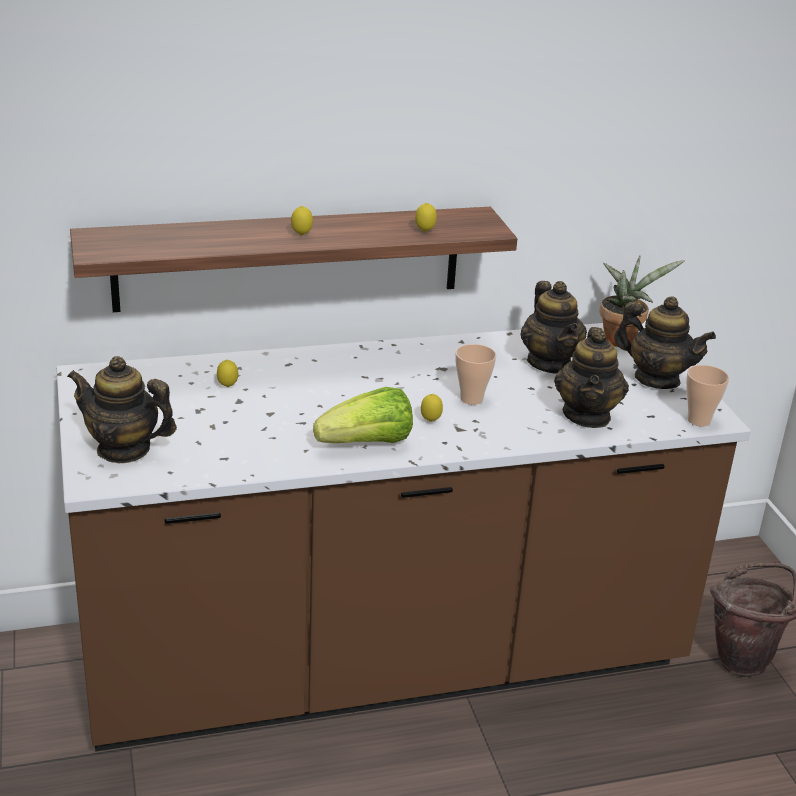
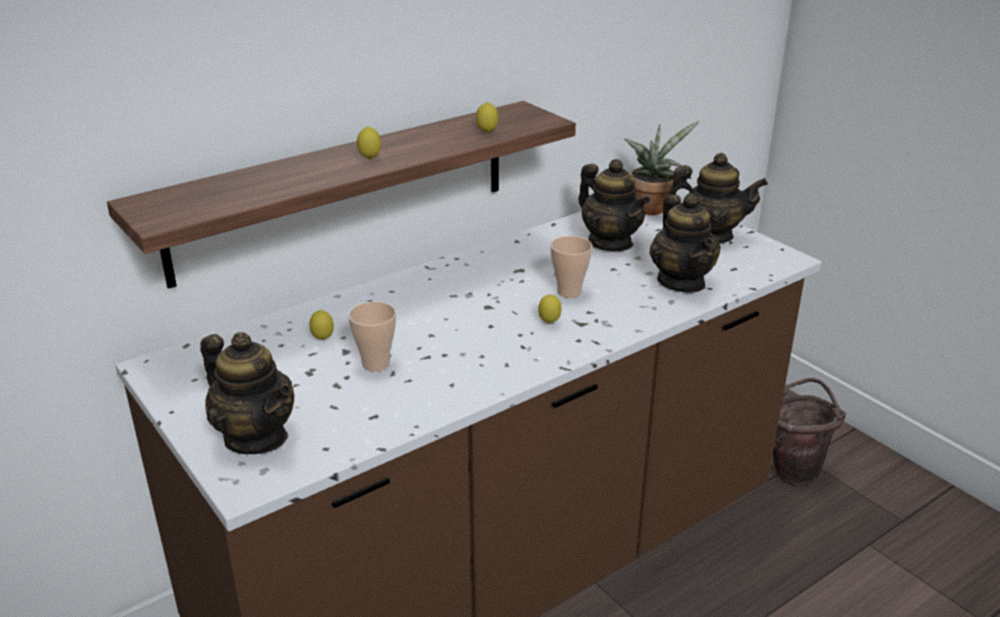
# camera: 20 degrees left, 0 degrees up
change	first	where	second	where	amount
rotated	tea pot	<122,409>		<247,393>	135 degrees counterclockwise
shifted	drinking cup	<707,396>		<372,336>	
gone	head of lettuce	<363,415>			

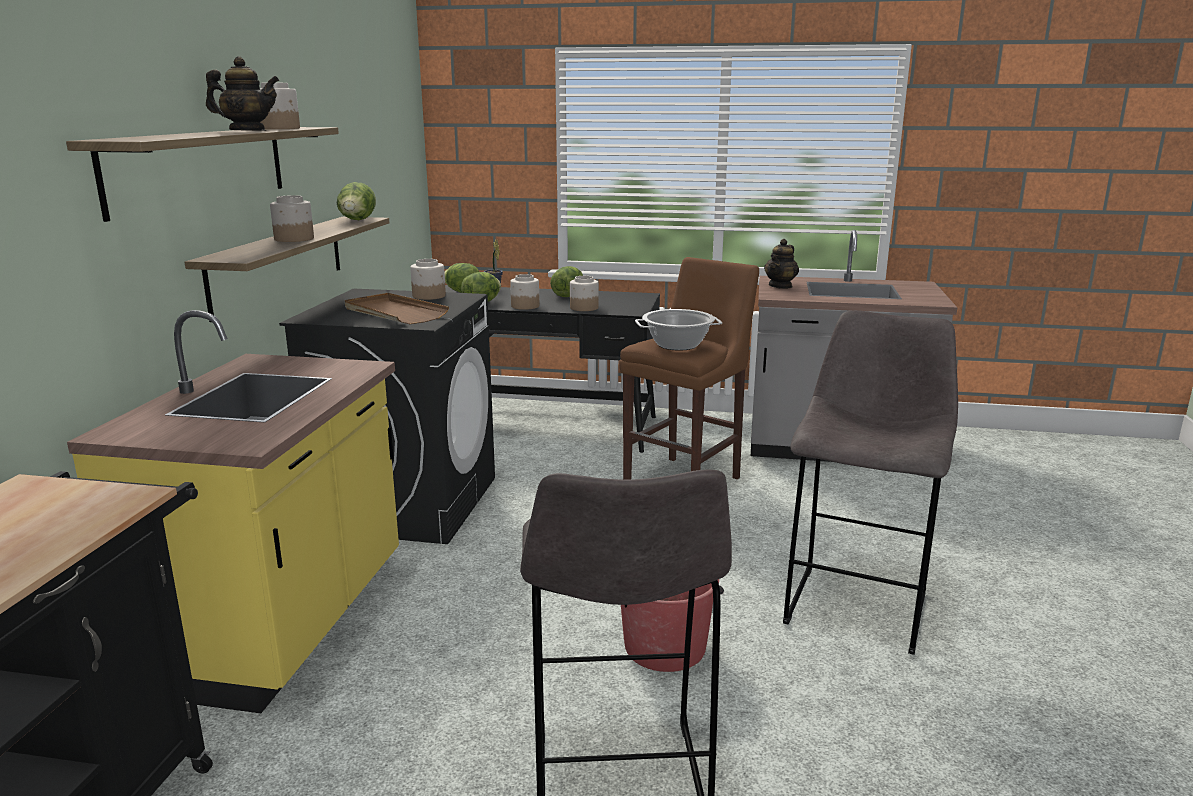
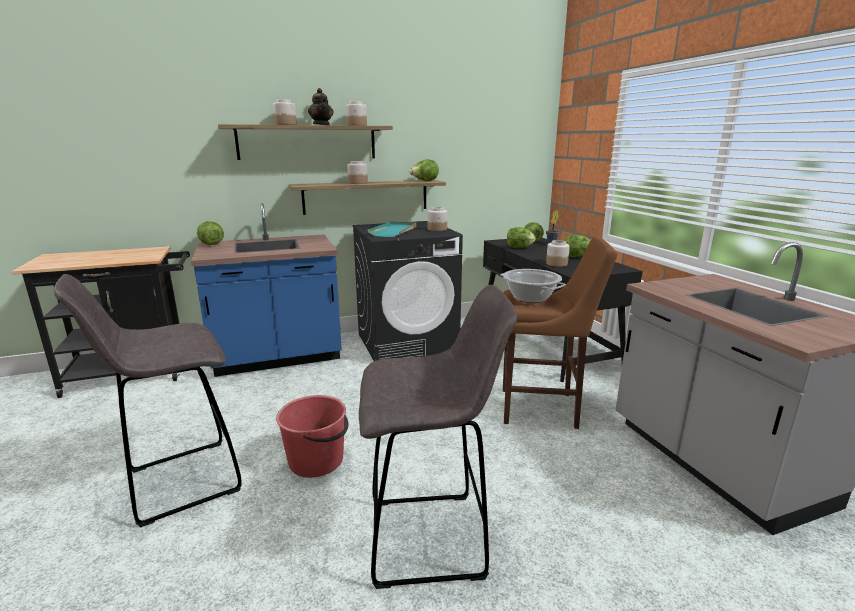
# camera: 60 degrees right, 0 degrees up
change	first	where	second	where	amount
gone	tea pot	<781,264>			
shifted	jar	<524,292>		<285,112>	
repainted	brown serving tray	<397,308>	turquoise-coloured serving tray	<391,229>	
repainted	yellow kitchen counter	<233,511>	blue-coloured kitchen counter	<266,290>	
new			head of lettuce	<210,233>	

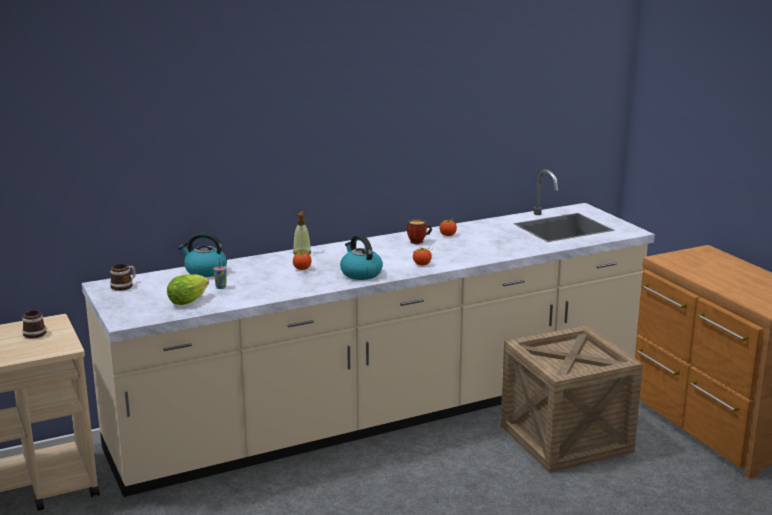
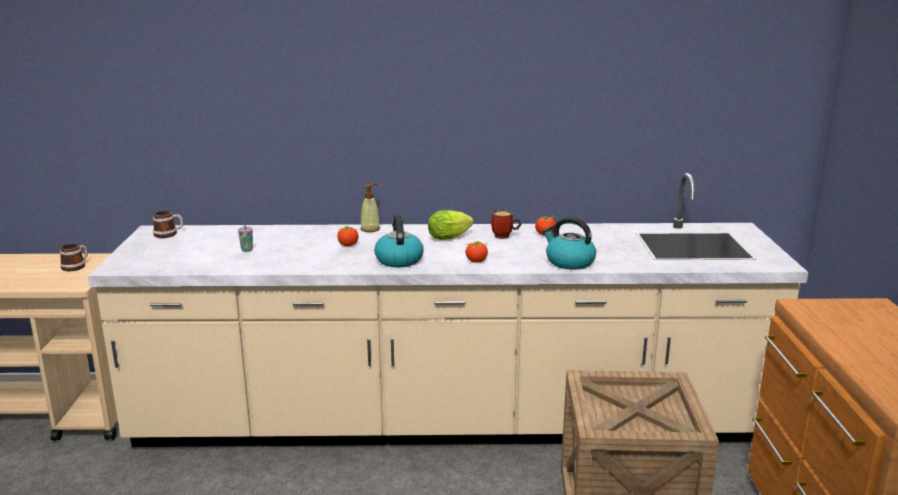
# camera: 25 degrees right, 0 degrees up
change	first	where	second	where	amount
shifted	water kettle	<202,255>		<569,243>	
shifted	head of lettuce	<188,289>		<451,225>	

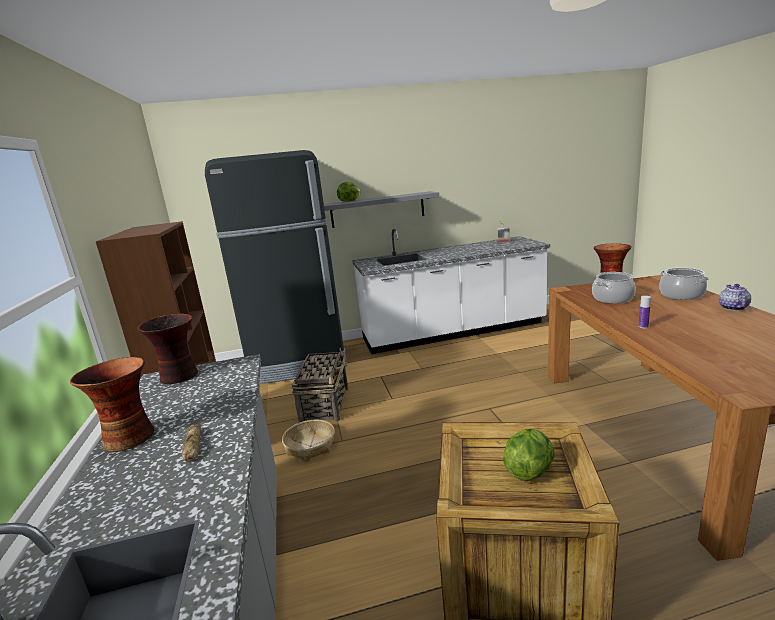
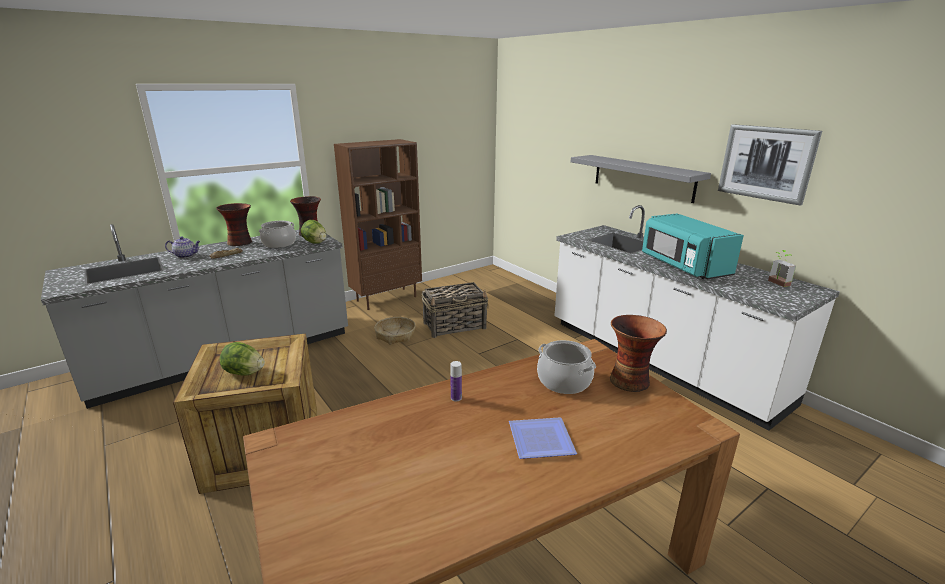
# camera: 65 degrees right, 5 degrees up
change	first	where	second	where	amount
gone	black fridge	<276,267>			
shifted	head of lettuce	<349,192>		<313,232>	
shifted	stockpot	<684,284>		<277,234>	
shifted	tea pot	<735,297>		<183,247>	
new			wall art	<770,165>	
new			turquoise-coloured microwave	<693,246>	
new			flat dish	<543,438>	

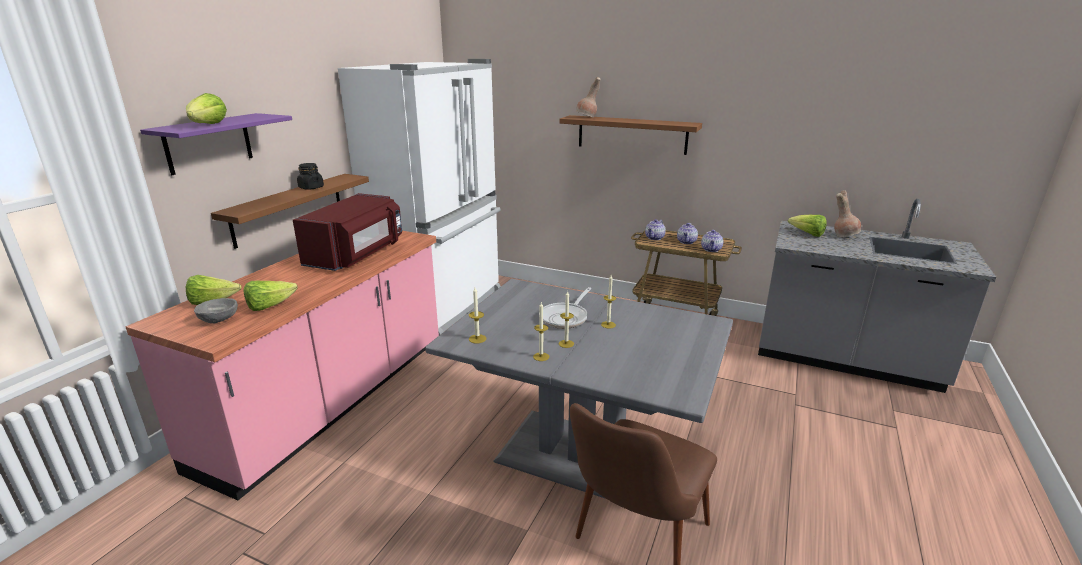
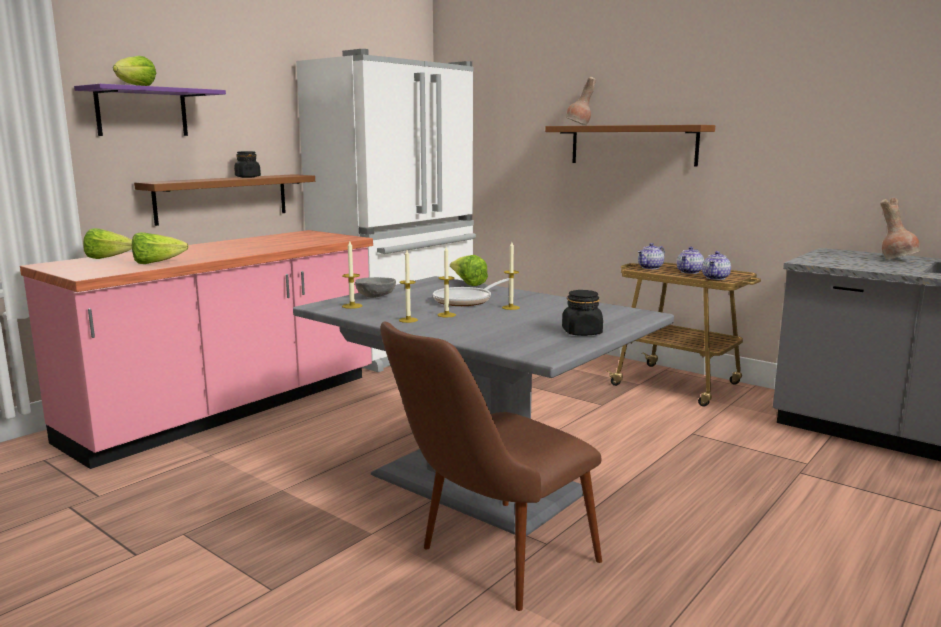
# camera: 15 degrees right, 10 degrees down
change	first	where	second	where	amount
gone	red-coloured microwave	<347,232>			
shifted	head of lettuce	<807,226>		<469,270>	
shifted	gray bowl	<216,310>		<375,287>	
new			black jar	<582,313>	

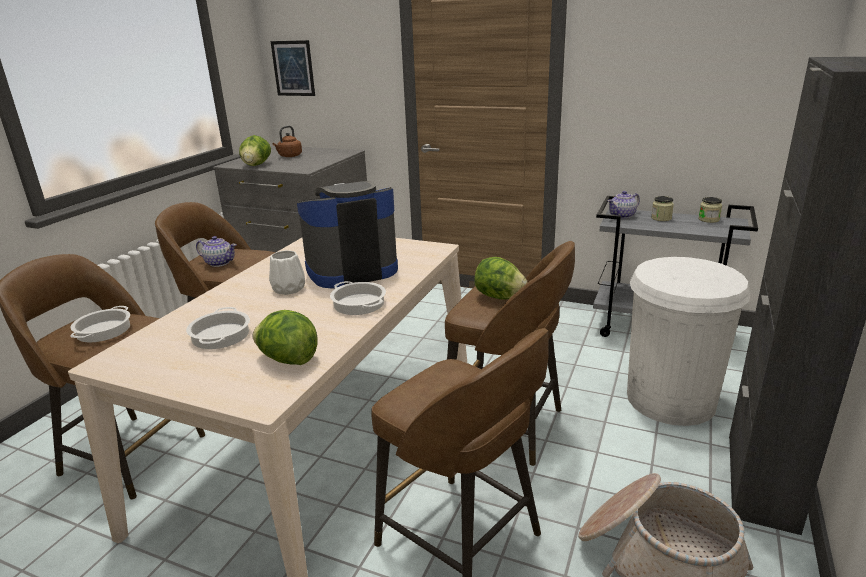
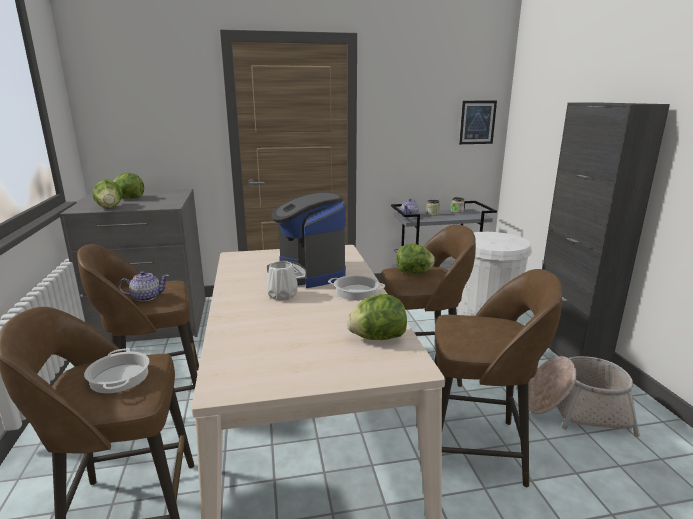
# camera: 35 degrees left, 5 degrees down
change	first	where	second	where	amount
shifted	wall art	<292,68>		<478,122>	
swapped	brown water kettle	<287,141>	head of lettuce	<129,186>	
rotated	coffee maker	<347,234>		<306,240>	60 degrees counterclockwise
gone	stockpot	<218,328>			

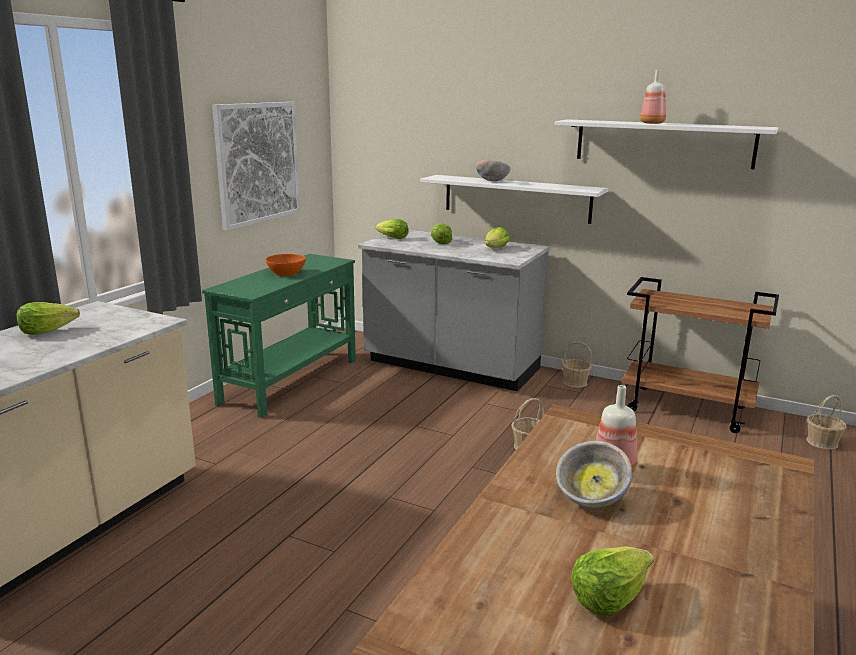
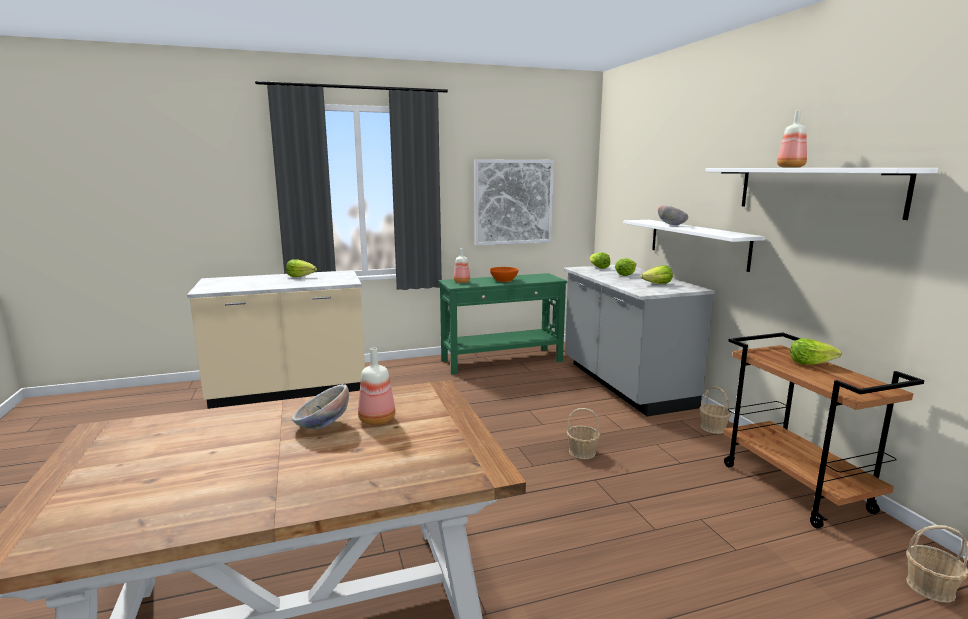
# camera: 45 degrees right, 5 degrees down
change	first	where	second	where	amount
shifted	head of lettuce	<612,581>		<816,351>	
new			beverage bottle	<462,265>	

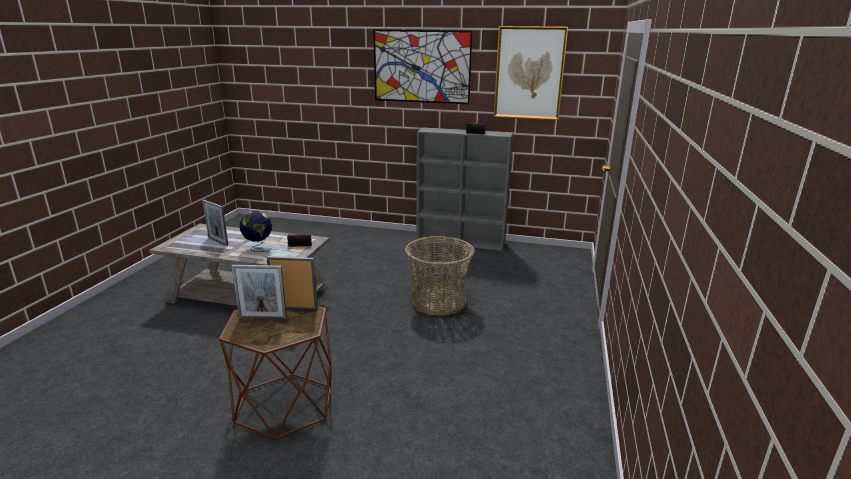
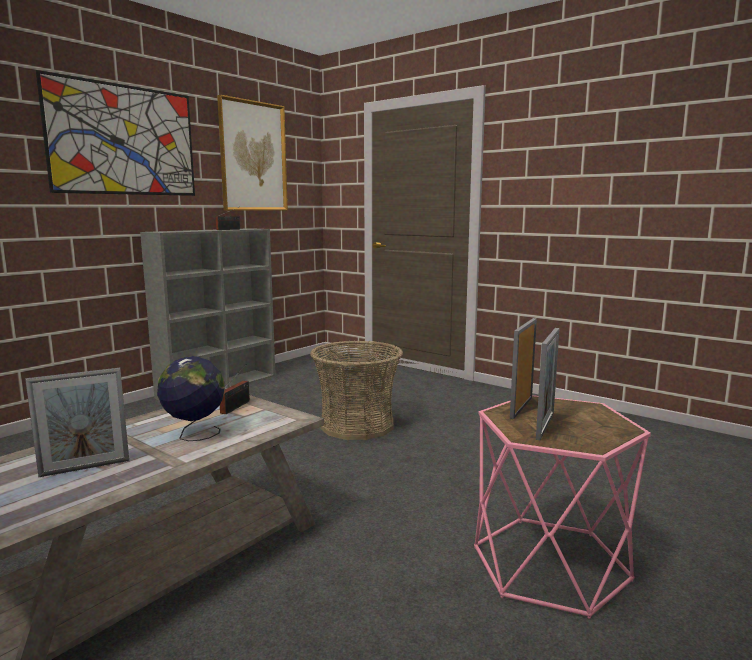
# camera: 65 degrees left, 10 degrees down
change	first	where	second	where	amount
repainted	brown accent table	<275,373>	pink-coloured accent table	<562,507>	

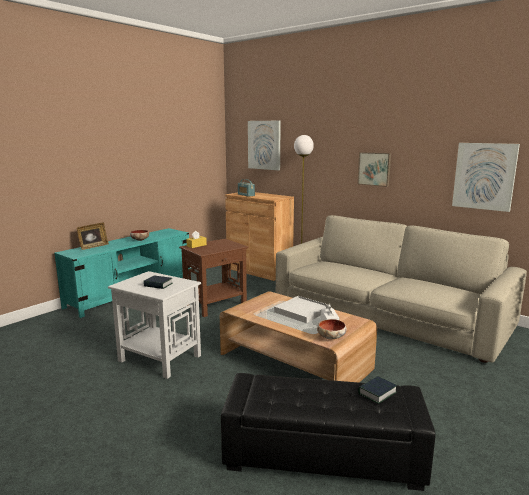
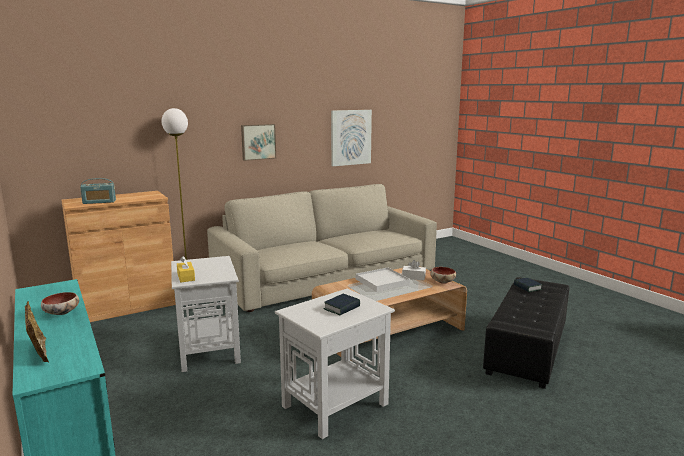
# camera: 70 degrees left, 0 degrees up
change	first	where	second	where	amount
gone	wall art	<264,145>			
repainted	brown accent table	<213,278>	whitish accent table	<206,314>	

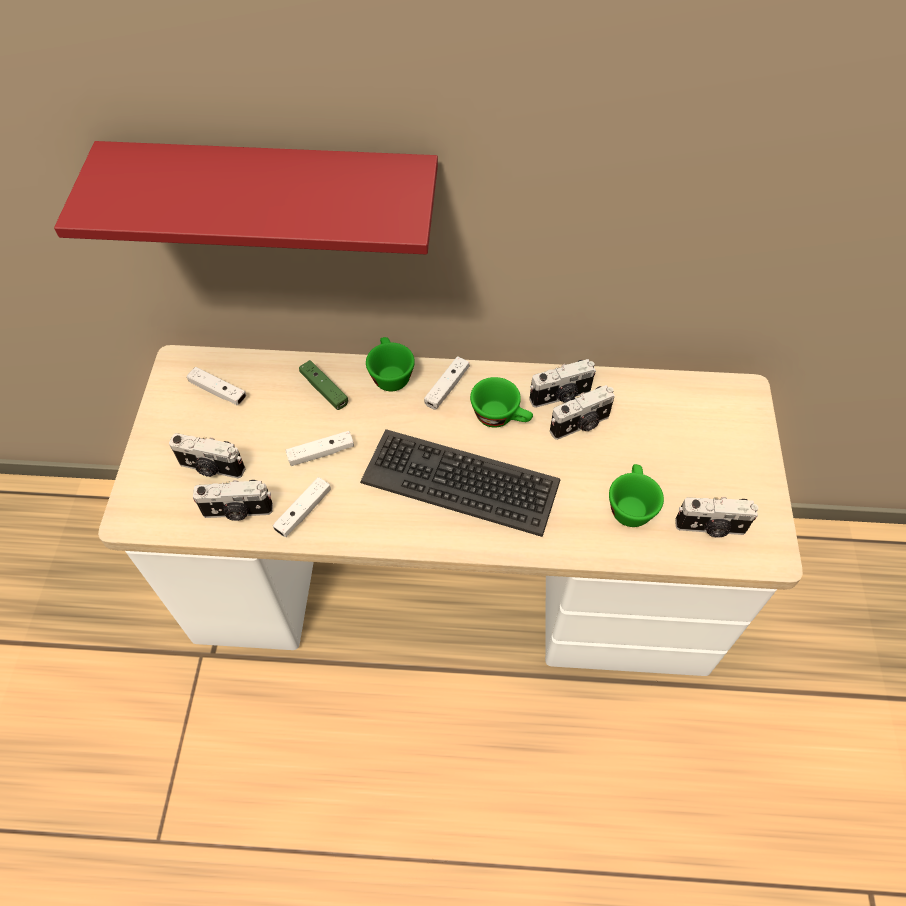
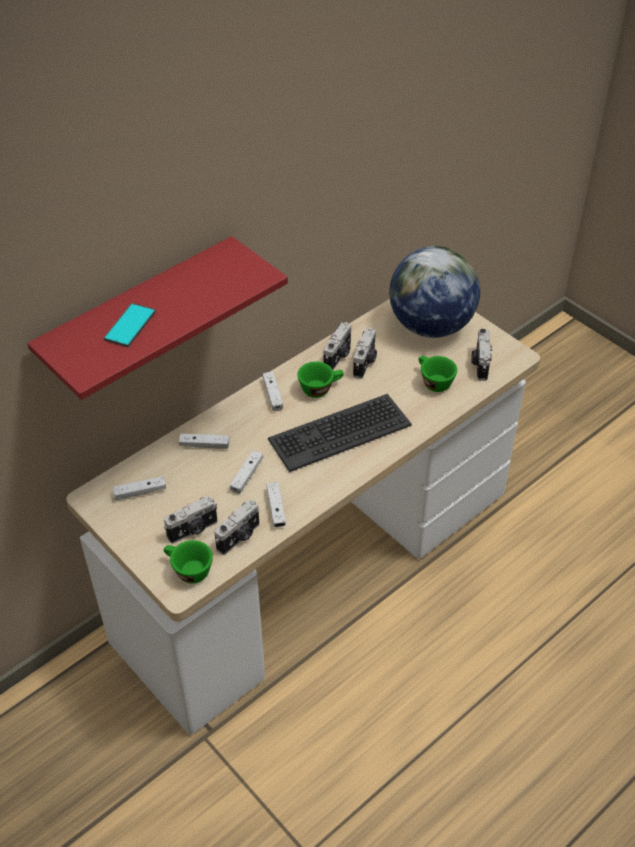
# camera: 45 degrees left, 10 degrees down
change	first	where	second	where	amount
shifted	green drinking cup	<390,364>		<188,561>	
repainted	green gamepad	<323,385>	whitish gamepad	<204,441>	
rotated	photo camera	<717,517>		<481,355>	135 degrees clockwise
new			globe	<434,292>	
new			telephone	<130,325>	

